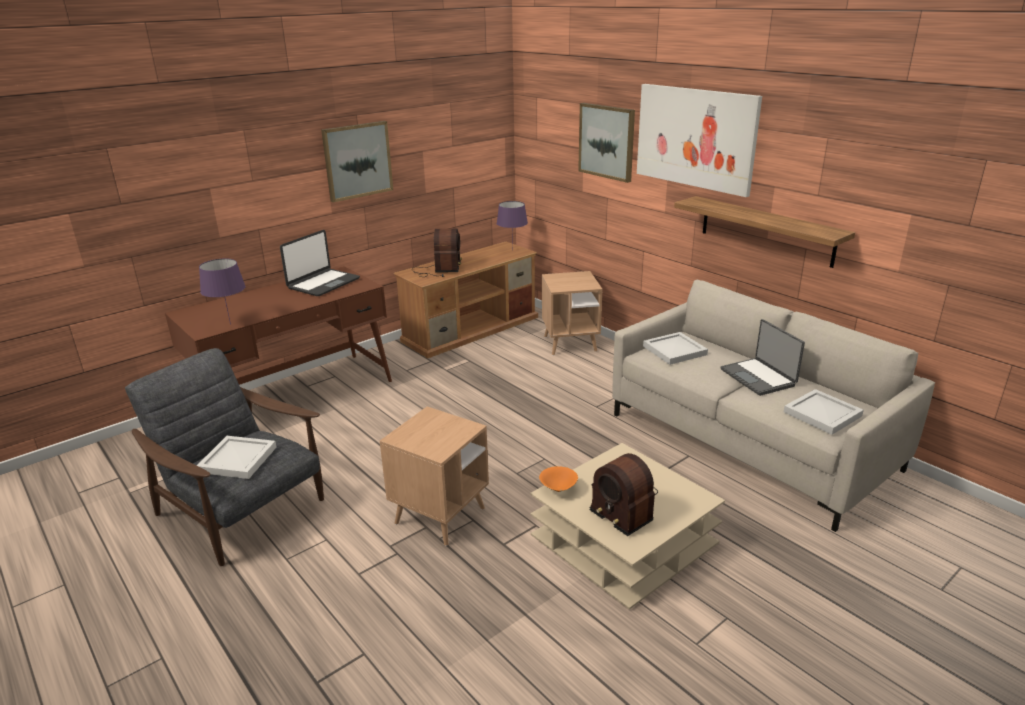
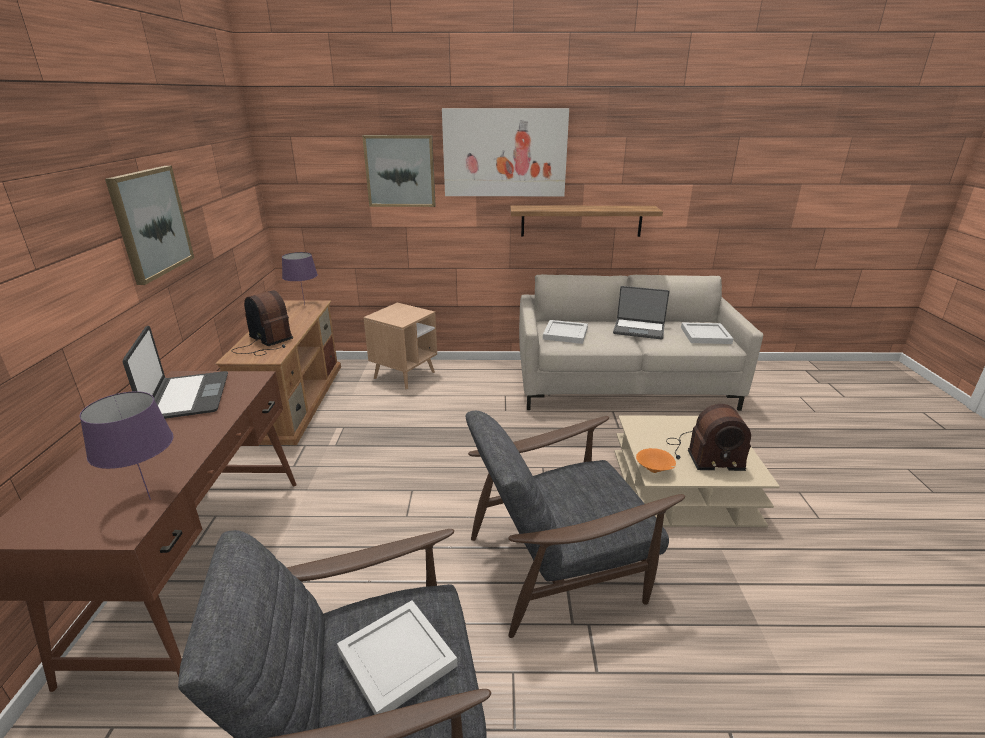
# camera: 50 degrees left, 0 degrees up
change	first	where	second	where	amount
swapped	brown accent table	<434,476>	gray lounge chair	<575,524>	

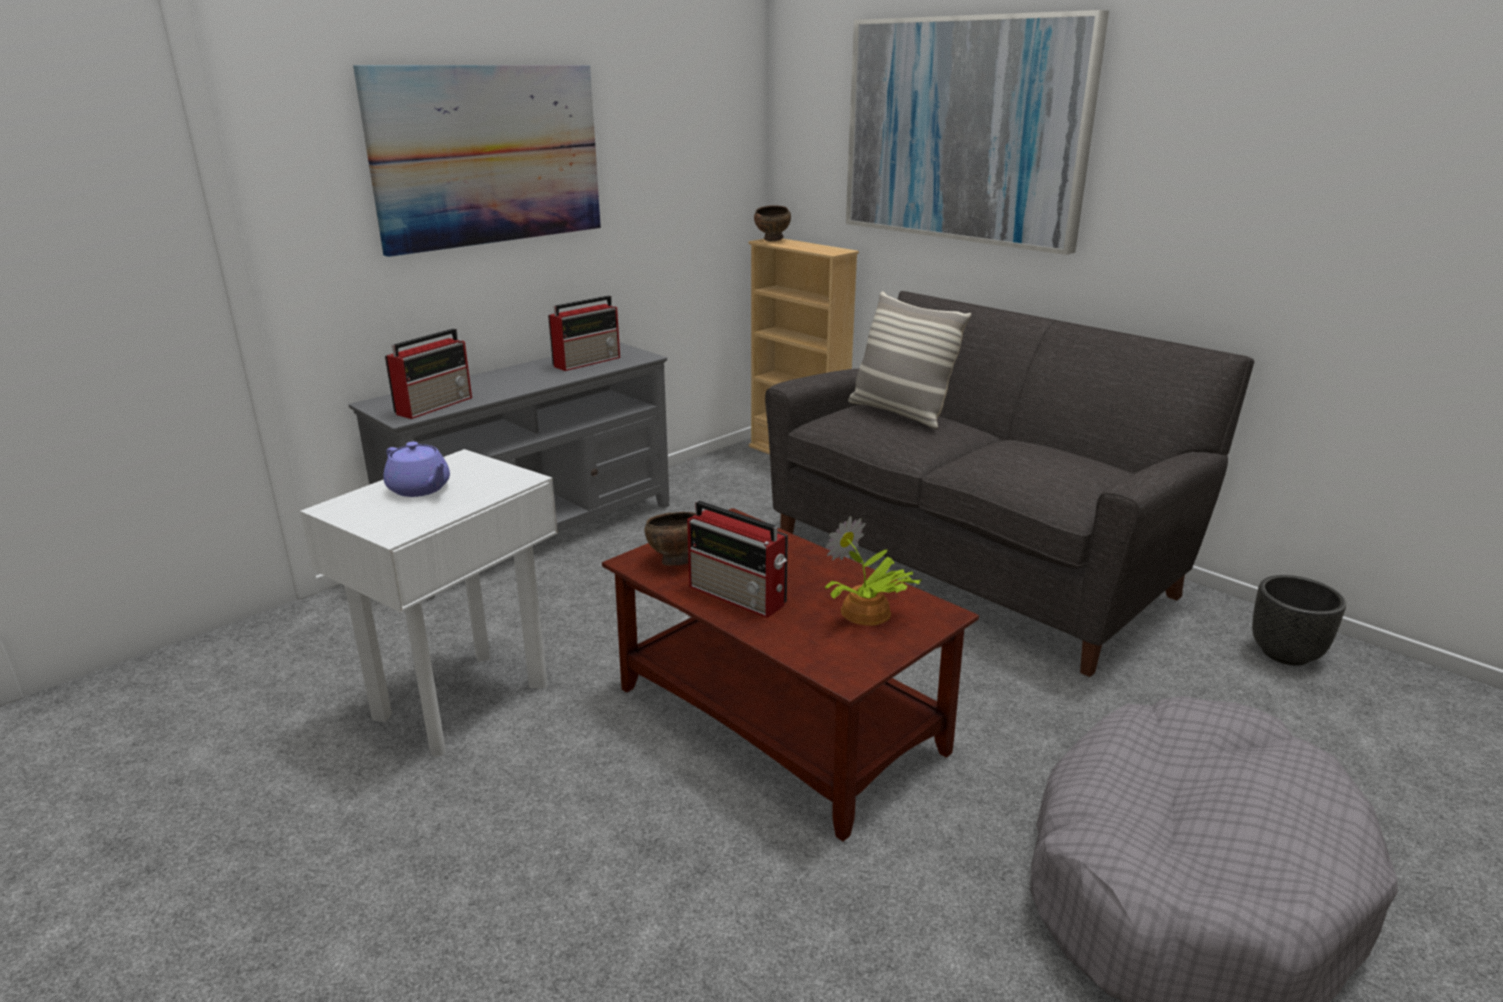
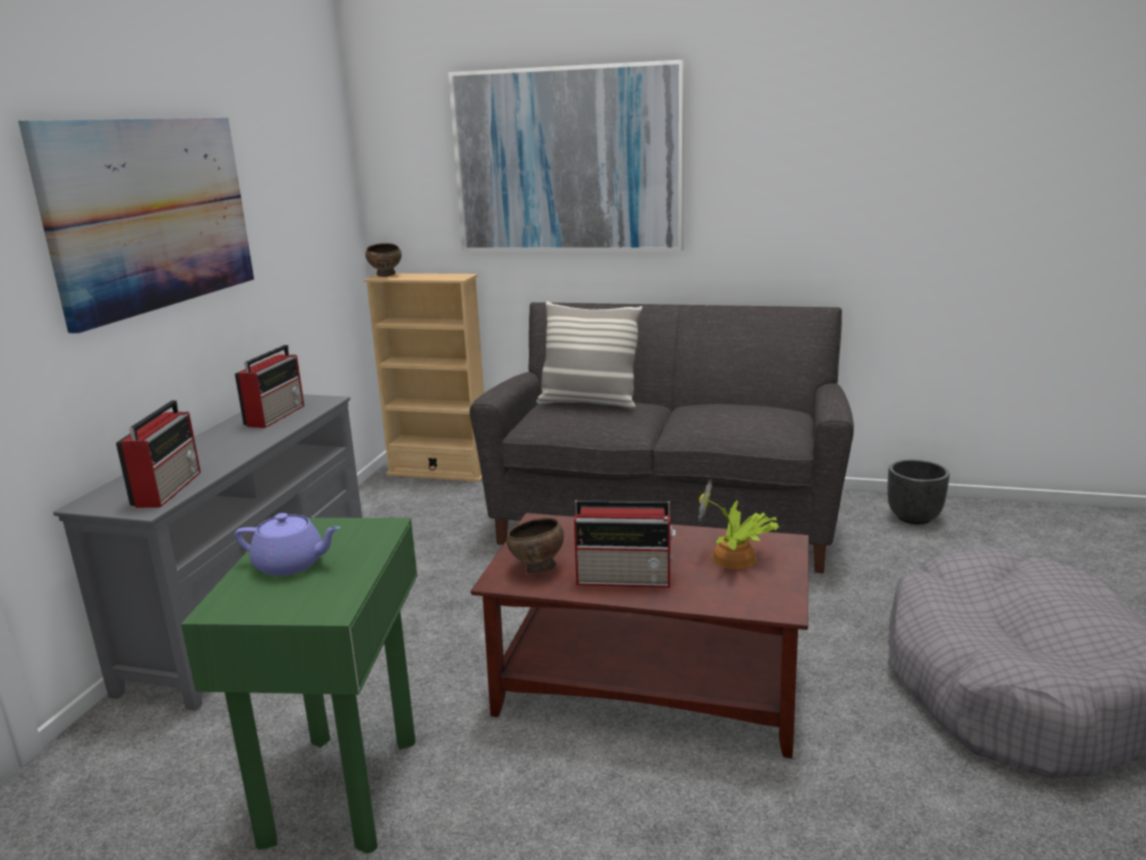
# camera: 30 degrees left, 5 degrees down
change	first	where	second	where	amount
repainted	whitish accent table	<429,603>	green accent table	<299,685>	

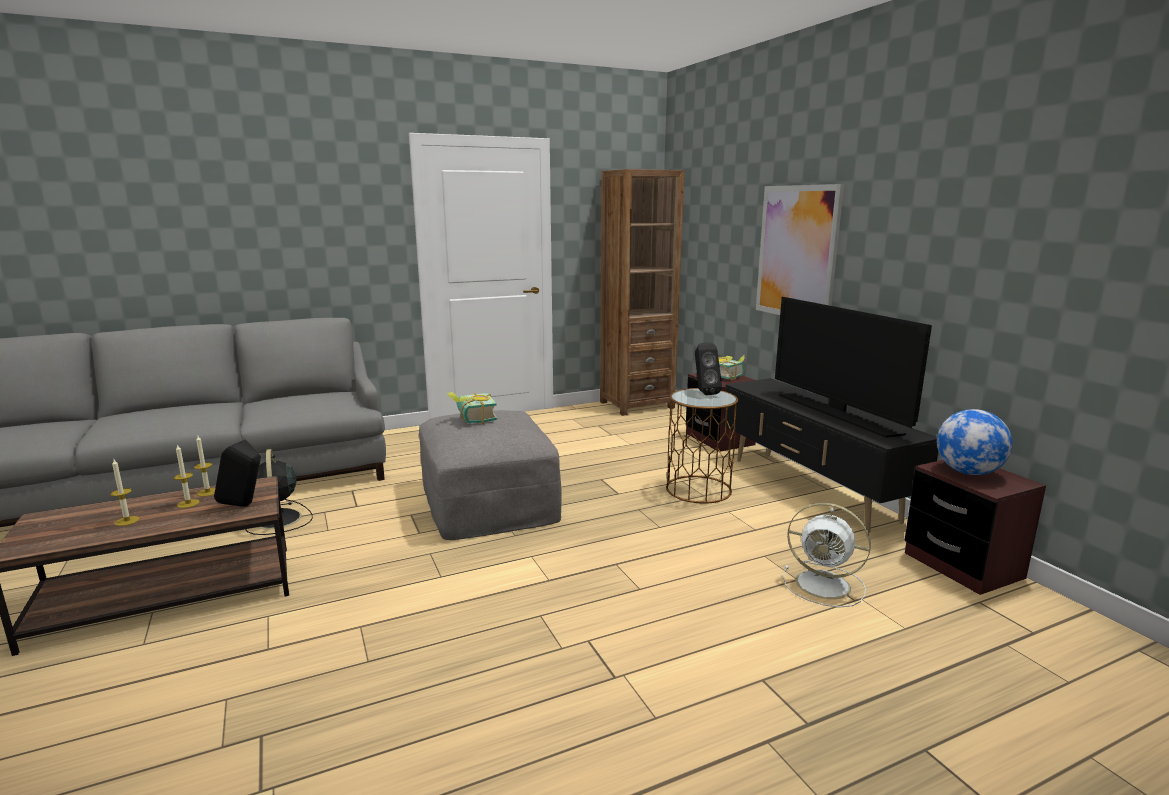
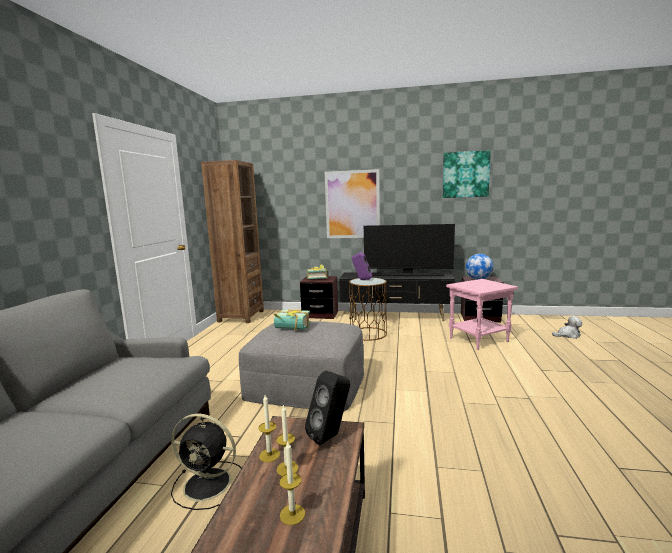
# camera: 55 degrees left, 5 degrees down
change	first	where	second	where	amount
repainted	black speaker	<708,369>	purple-coloured speaker	<362,266>	
swapped	whitish fan	<827,555>	pink-coloured accent table	<482,314>	
new			wall art	<467,174>	
new			plush toy	<567,327>	

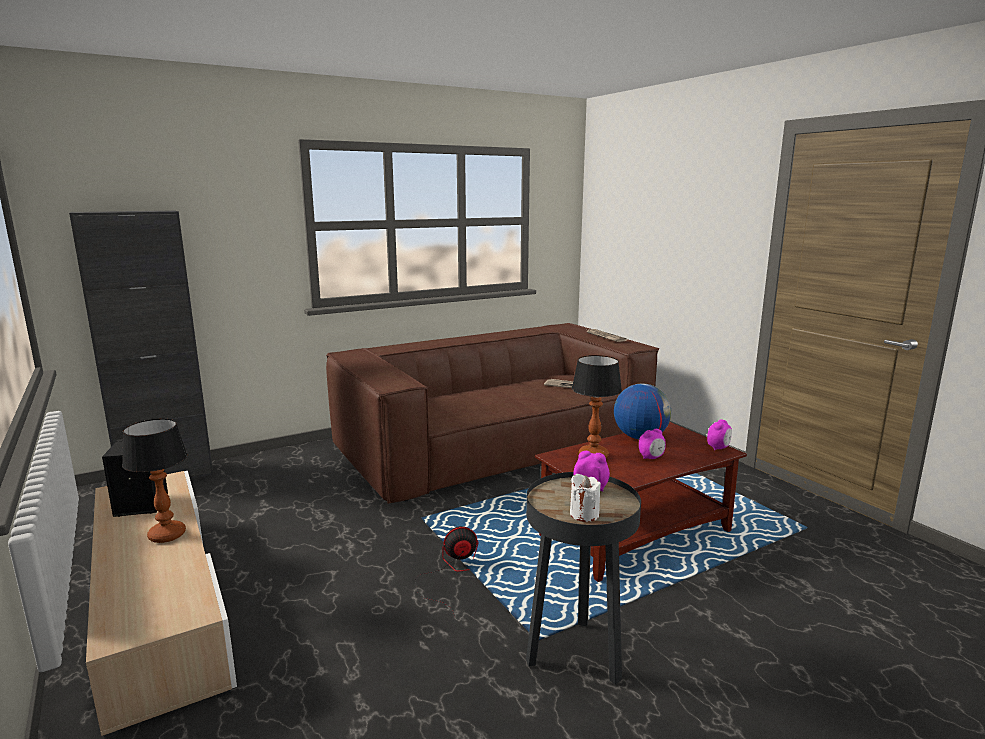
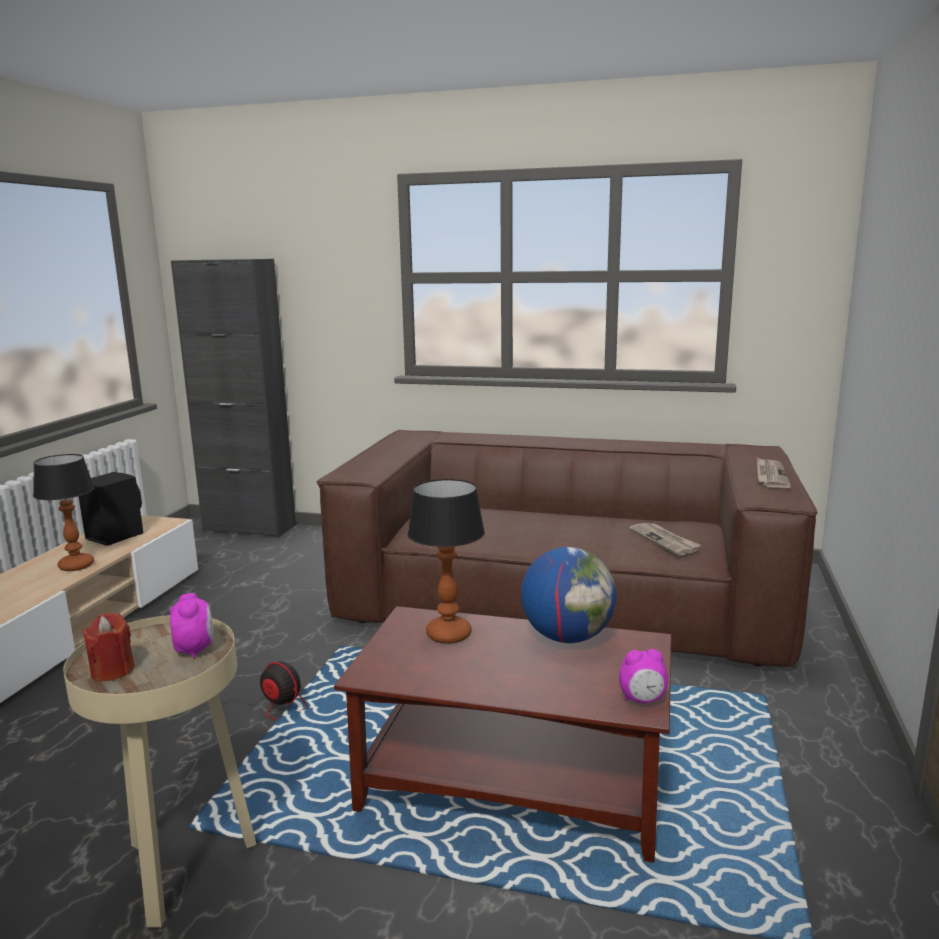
# camera: 45 degrees right, 0 degrees up
change	first	where	second	where	amount
gone	table clock	<652,444>			
repainted	black accent table	<583,578>	beige-coloured accent table	<160,771>	
repainted	whitish candle	<585,498>	red-coloured candle	<108,647>	

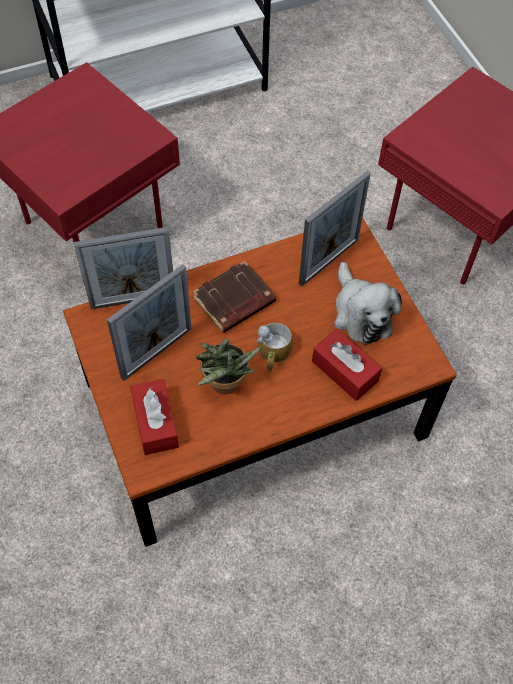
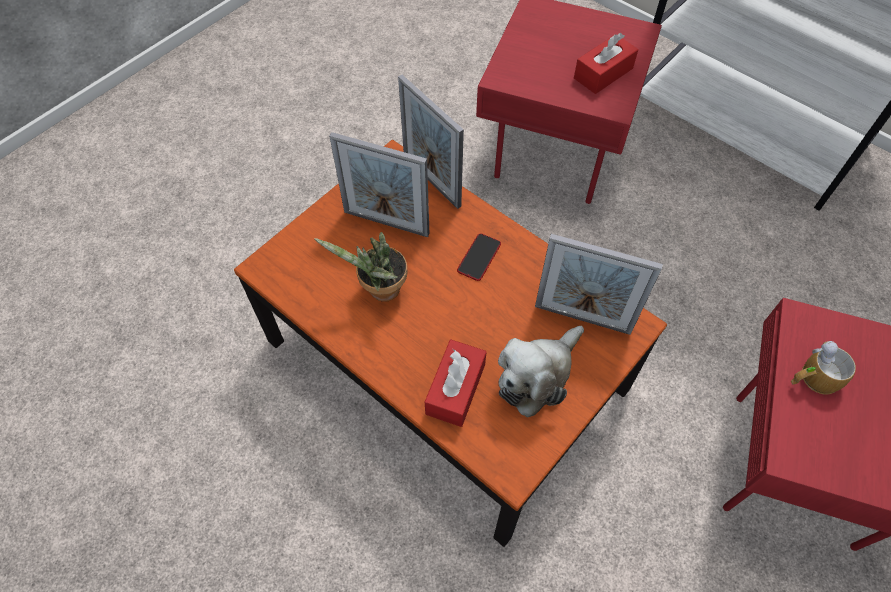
# camera: 65 degrees right, 0 degrees up
change	first	where	second	where	amount
swapped	brown bound book	<234,297>	telephone	<479,257>	
shifted	mug	<275,347>		<823,368>	
shifted	red-coloured tissue box	<154,417>		<606,63>	

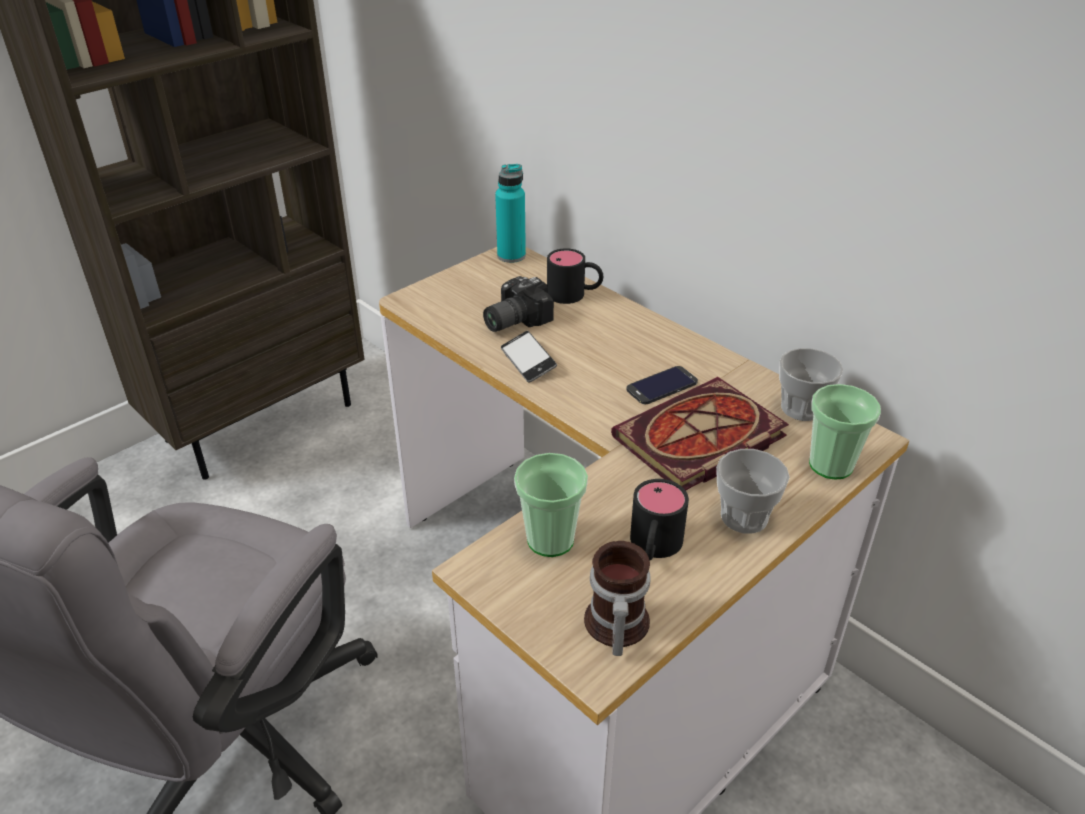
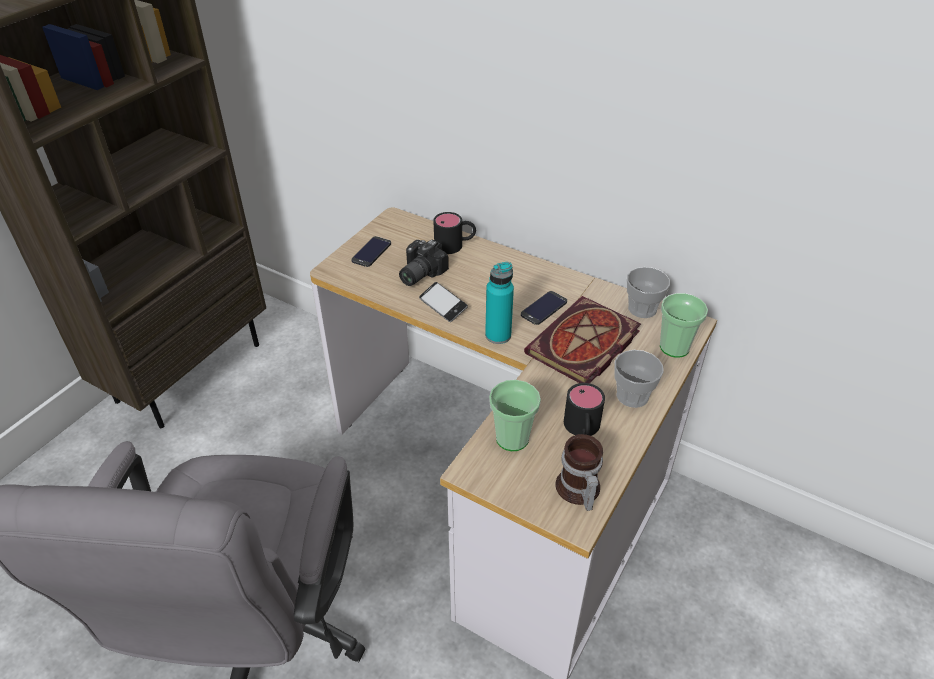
# camera: 15 degrees left, 5 degrees up
change	first	where	second	where	amount
shifted	turquoise-coloured beverage bottle	<510,213>		<499,303>	
new			telephone	<371,251>	

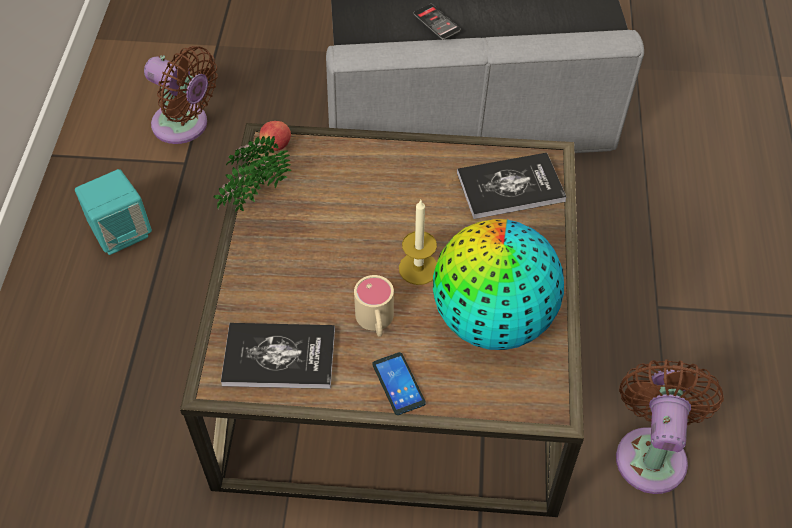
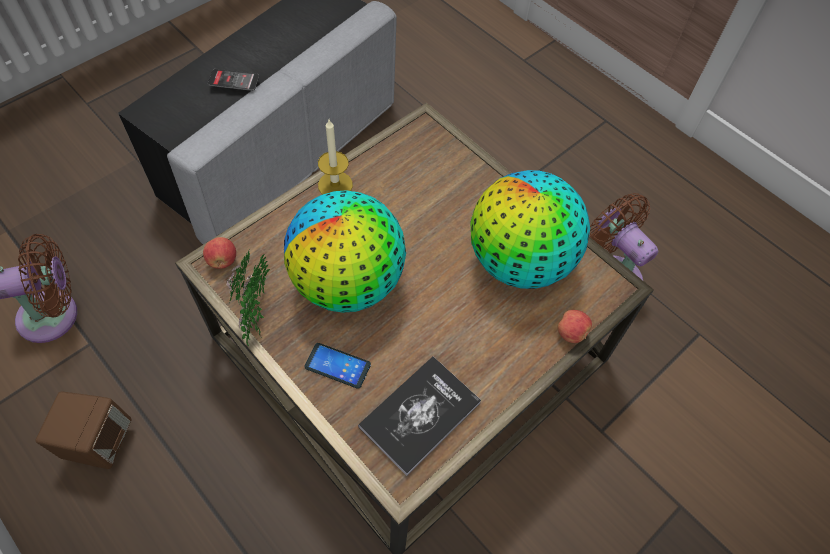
# camera: 50 degrees left, 5 degrees up
change	first	where	second	where	amount
gone	bound book	<511,186>			
repainted	turquoise-coloured speaker	<113,212>	brown speaker	<83,430>	
shifted	candle	<418,242>		<335,157>	
gone	beige-coloured mug	<374,306>			
shifted	telephone	<399,383>		<337,366>	
new			globe	<345,251>	
new			apple fruit	<574,326>	

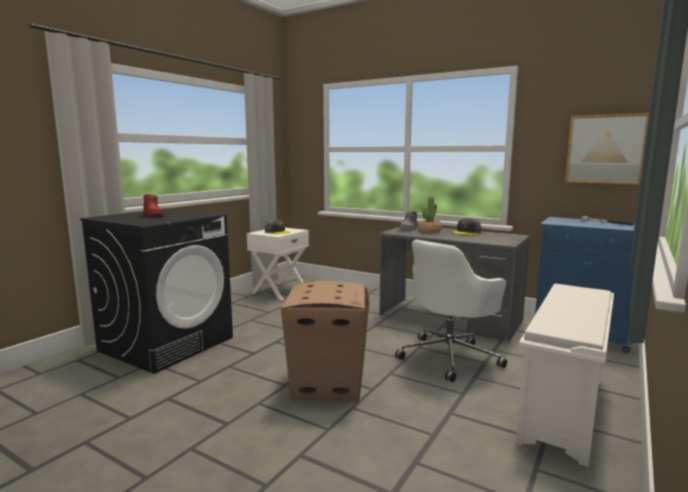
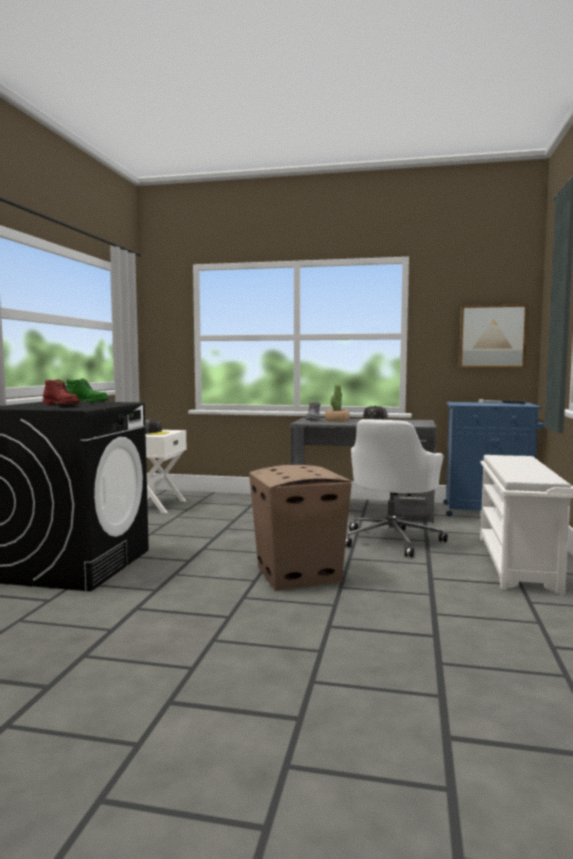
# camera: 20 degrees left, 5 degrees down
change	first	where	second	where	amount
new			green boot	<87,390>	

